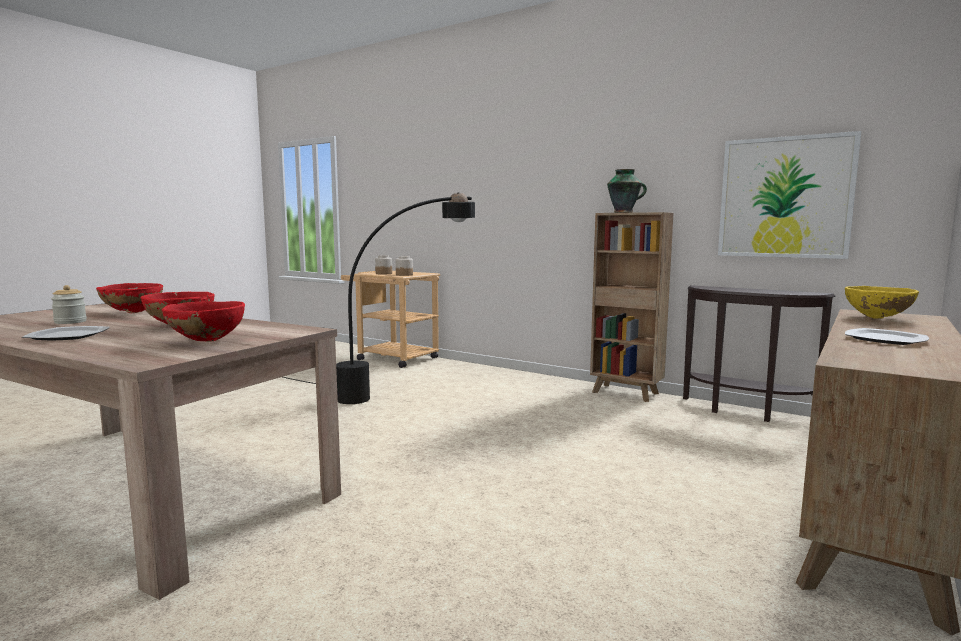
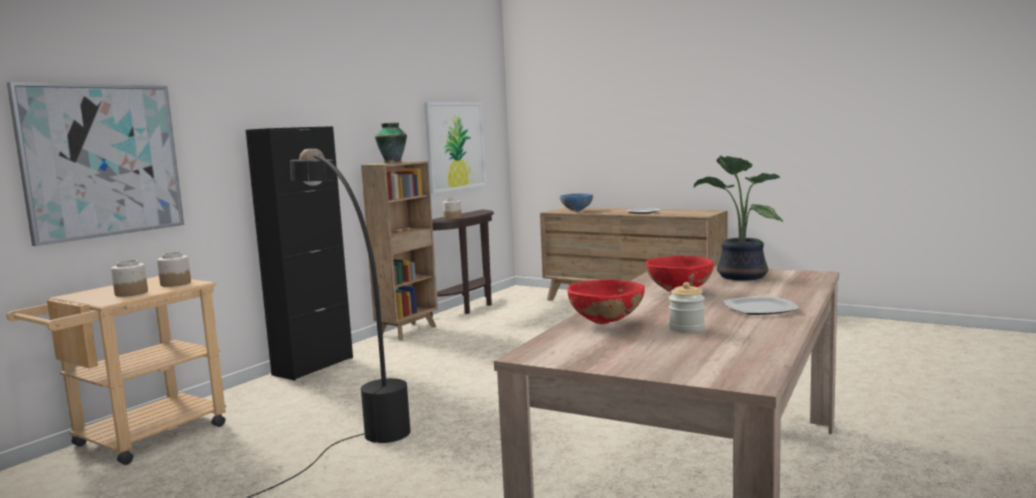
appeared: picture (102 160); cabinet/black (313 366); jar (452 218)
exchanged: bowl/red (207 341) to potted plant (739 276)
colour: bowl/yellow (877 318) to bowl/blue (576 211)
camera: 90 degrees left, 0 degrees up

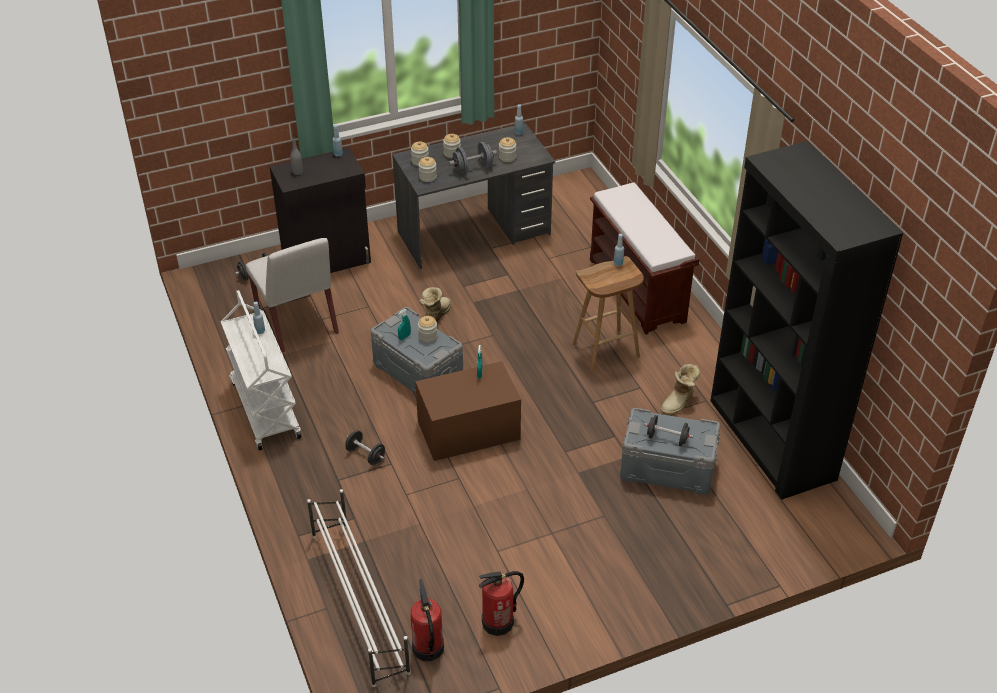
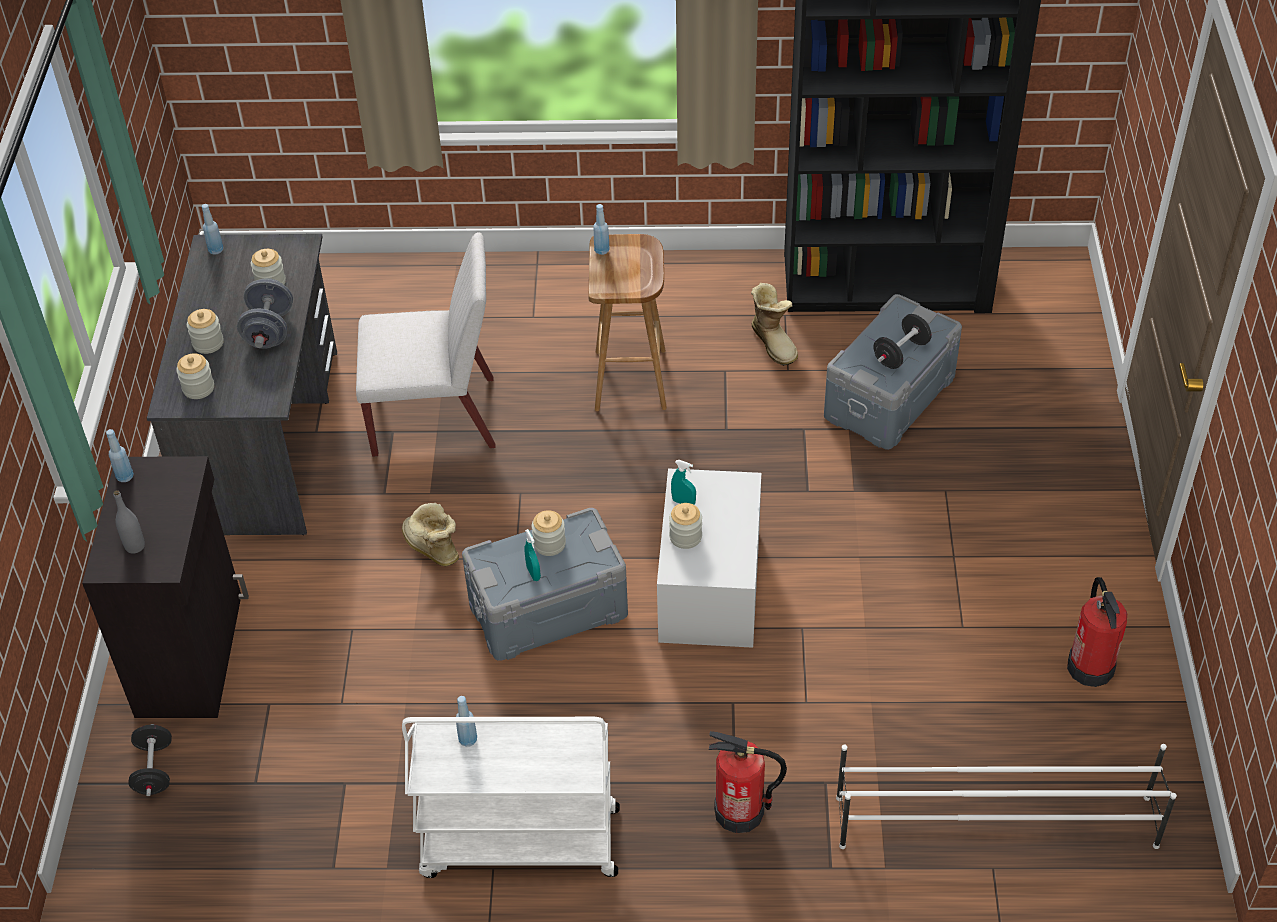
missing: dumbbell/black (366 455); bench/brown (638 291)
relocated: chair/white (297 322) to (436 417); jar (427 177) to (685 537); fire extinguisher (428 648) to (740 812)
colour: storage box/brown (469 430) to storage box/white (709 585)
camera: 65 degrees left, 5 degrees up

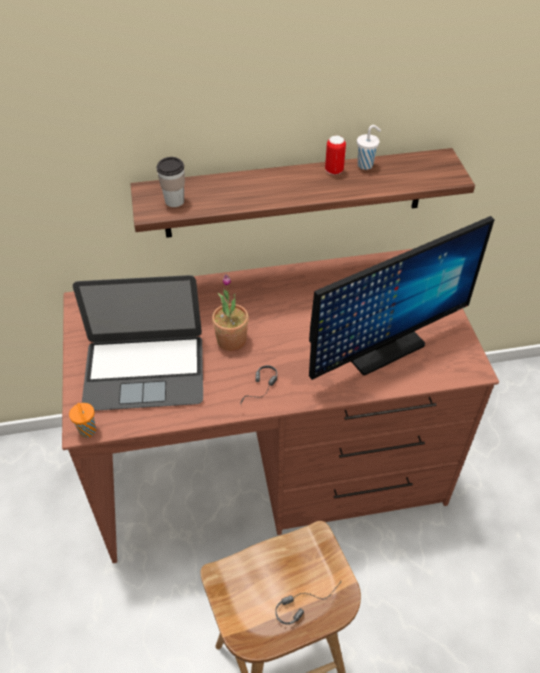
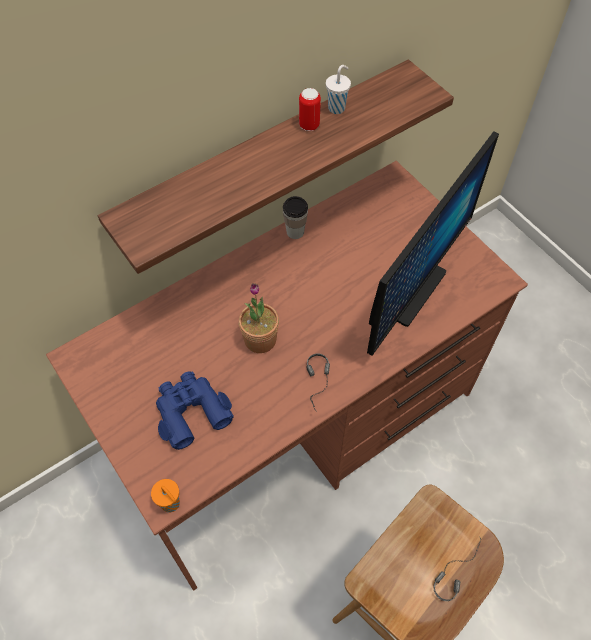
relocated: cup (174 201) to (295 232)
exchanged: laptop (144 371) to binoculars/blue (191 411)
camera: 25 degrees left, 10 degrees up

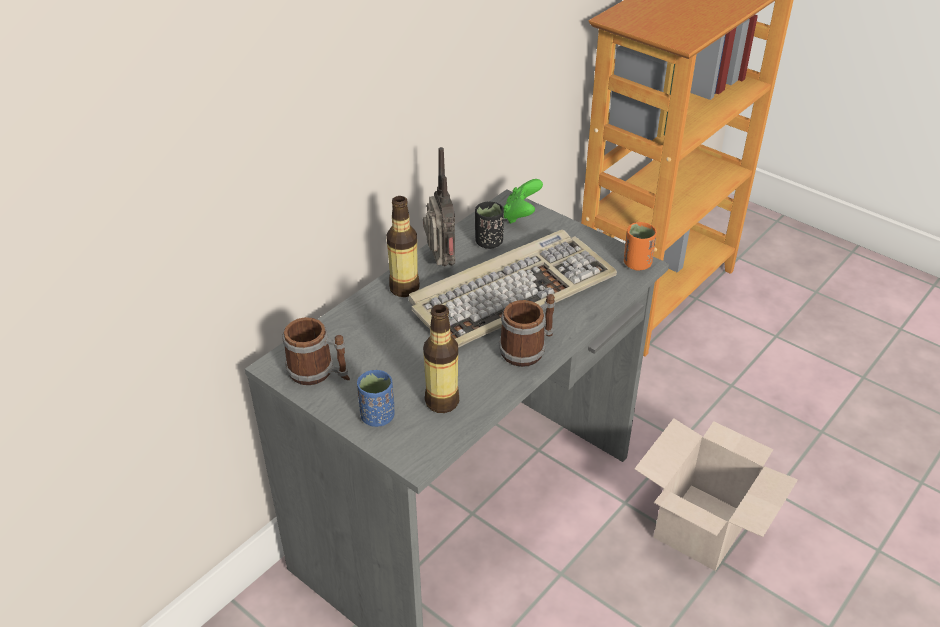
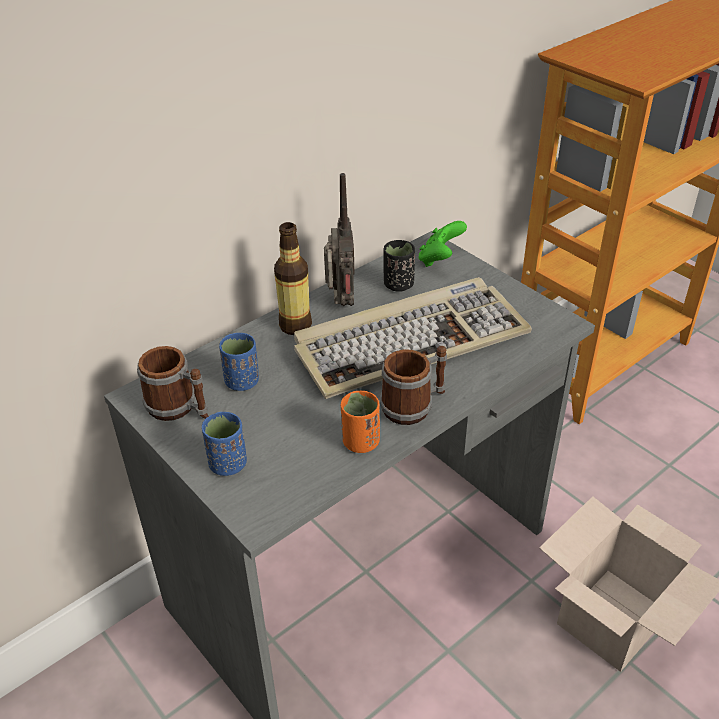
missing: bottle (442 401)
appeared: cup/blue (242 382)
relocated: cup/orange (637 264) to (360 442)
camera: 10 degrees right, 0 degrees up

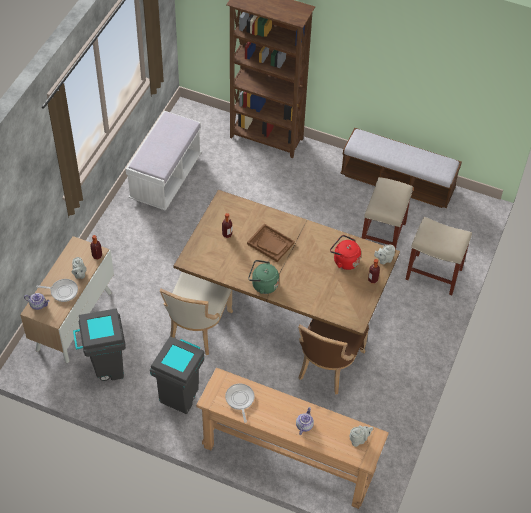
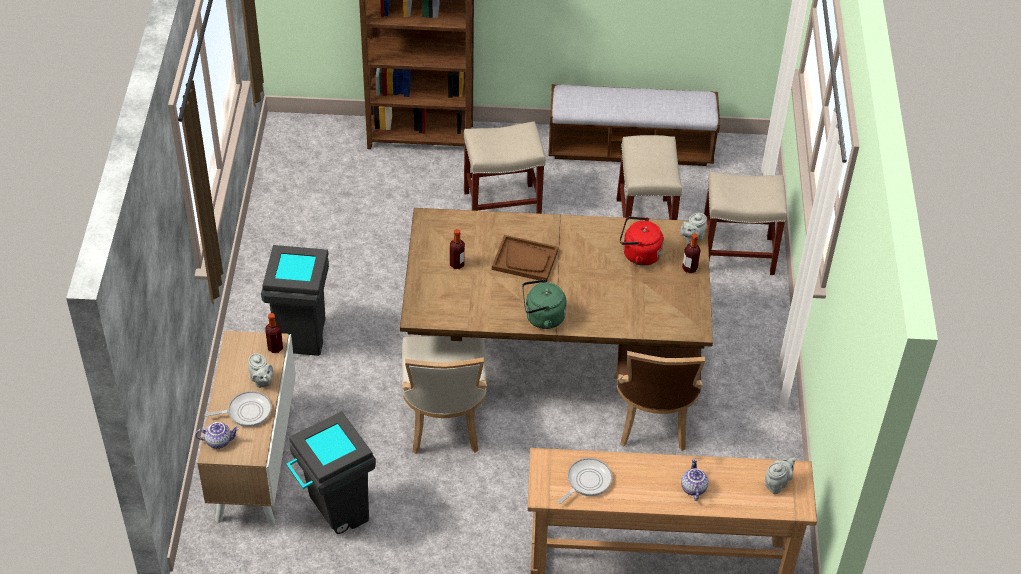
missing: bench/white (166 178)
appeared: stool/beige (503 204)
relocated: trash can/grey (180 396) to (302 337)
spun: frying pan (240 400) = (587 481) 75 degrees clockwise
camera: 20 degrees left, 5 degrees down

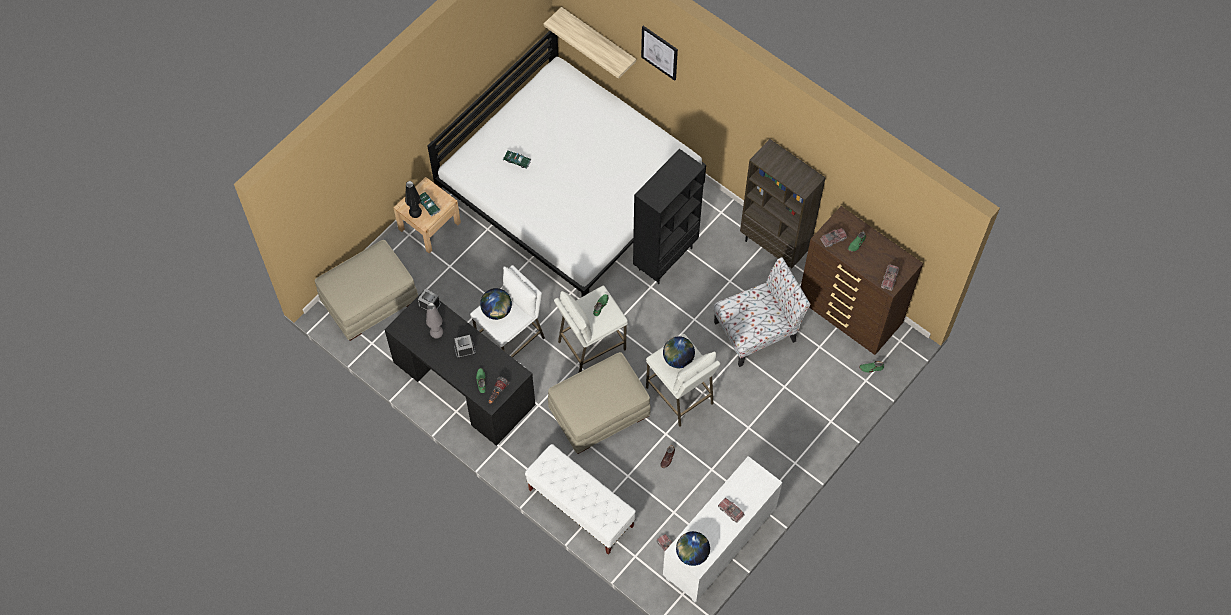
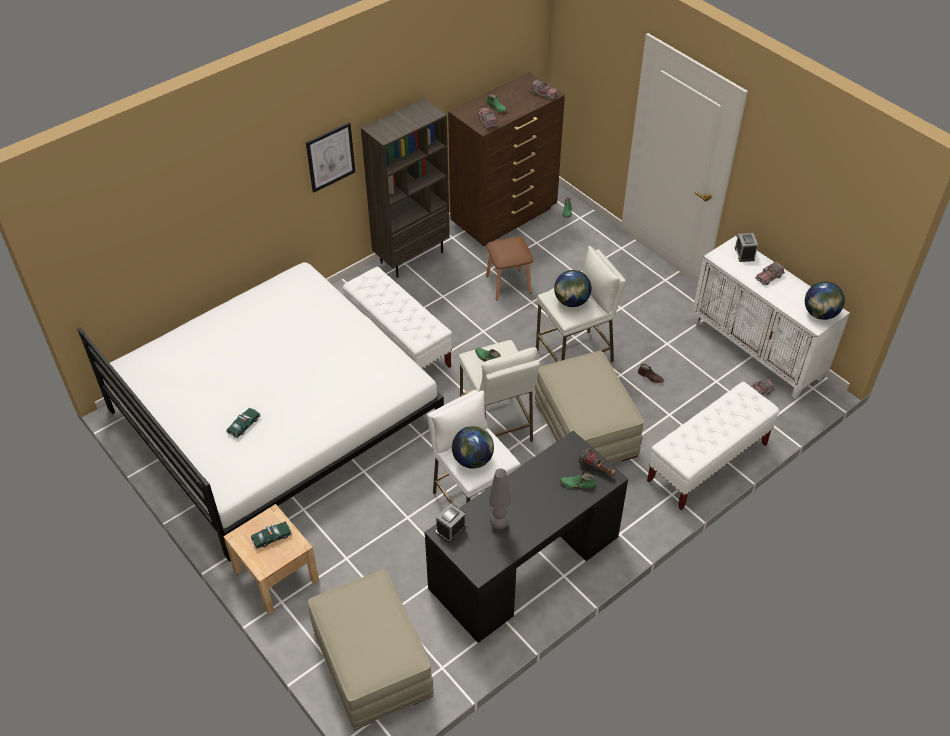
missing: table lamp/black (415 215); shelf (598 39)
relocated: picture (659 52) to (330 157); alarm clock (464 350) to (744 254)
exchanged: bookcase/black (665 258) to bench/white (398 344); chair (757 331) to stool/brown (508 284)
camera: 80 degrees left, 15 degrees down

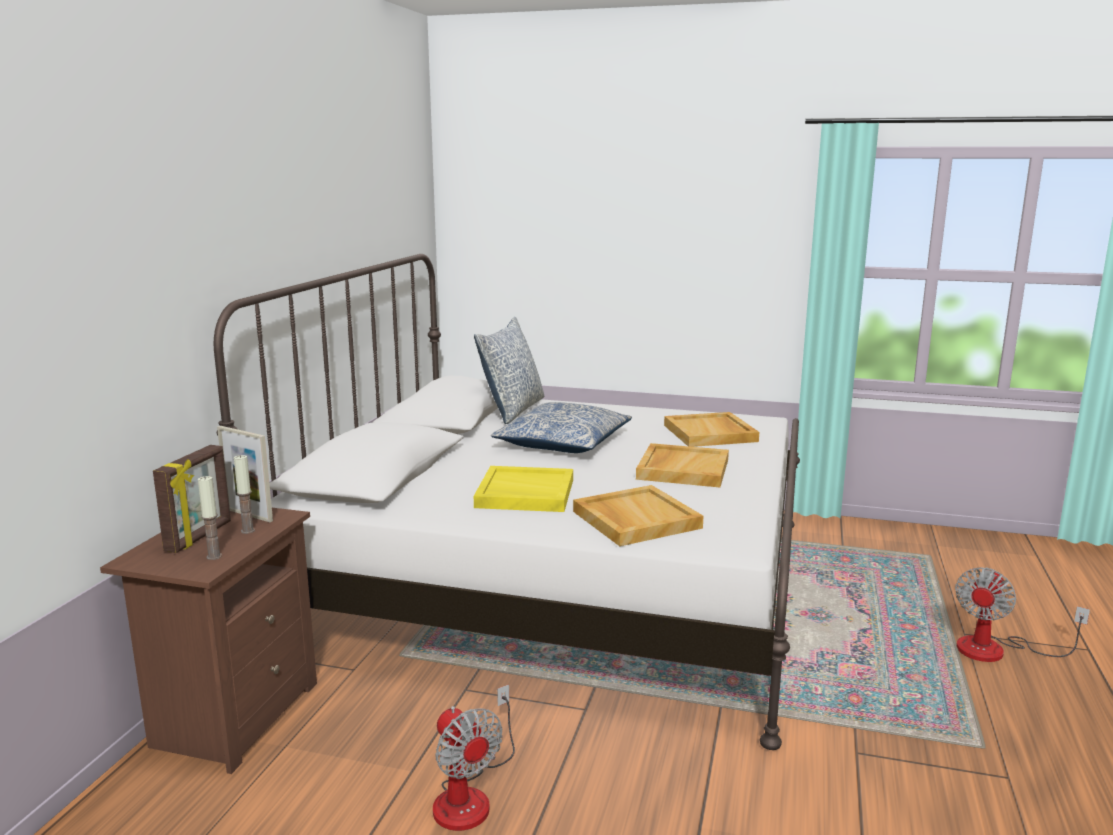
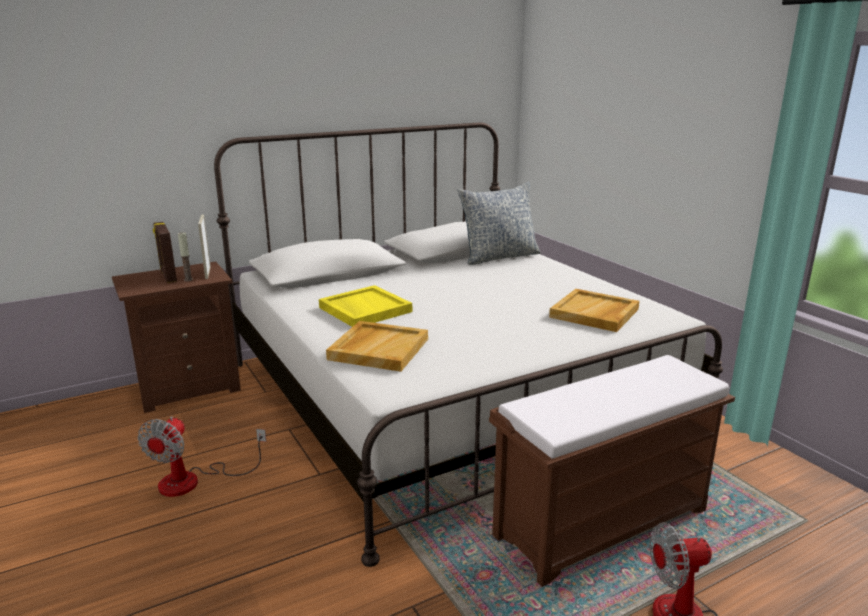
missing: candle (214 556); pillow (563 443); tray/beige (682 469)
appeared: bench/brown (602 522)
spun: picture frame (200 537) = (167 276) 90 degrees clockwise
camera: 45 degrees right, 5 degrees up

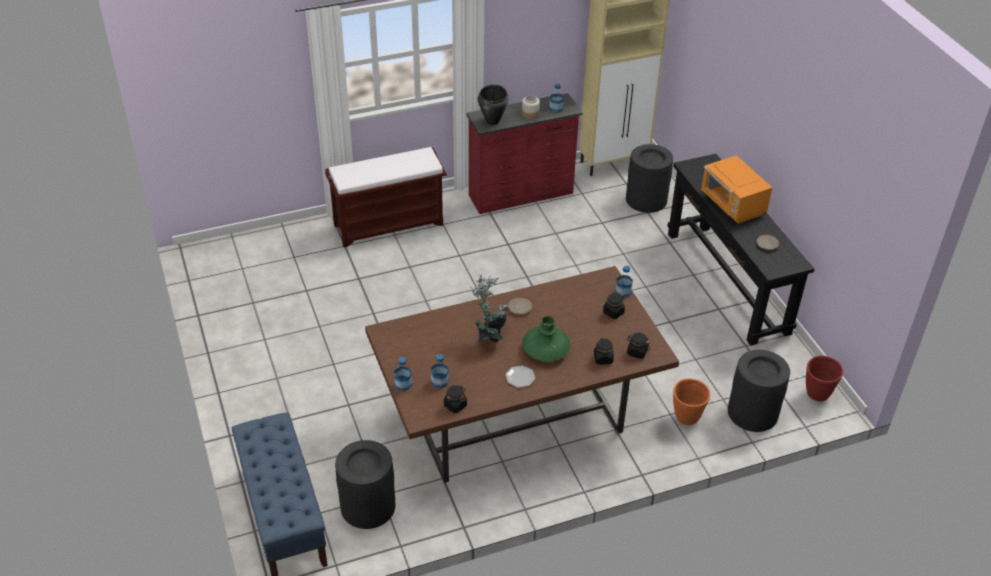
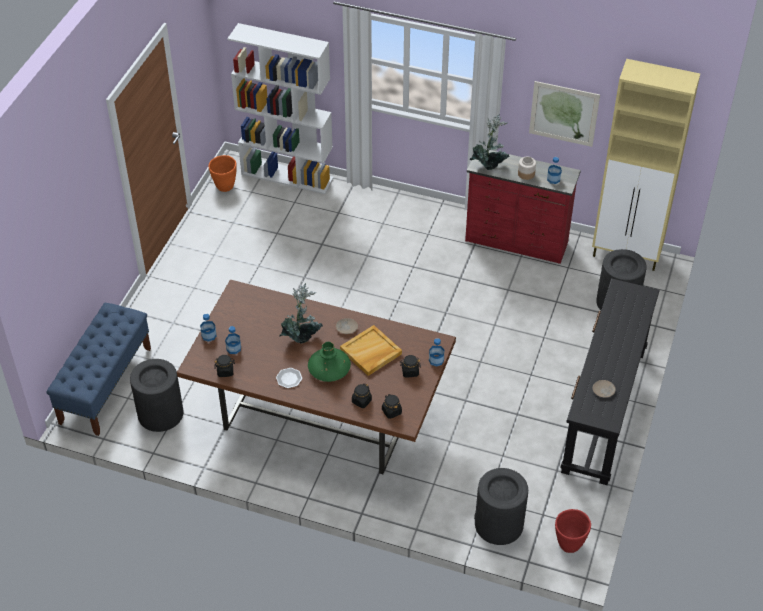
missing: bench/brown (389 224); microwave/orange (732 205)
appeared: bookcase/white (288 176); tray/beige (371 352); picture (564 113)
relocated: planter/orange (686 418) to (224 187)
exchanged: cooking pot/black (493 121) to potted plant (489 165)
camera: 40 degrees right, 5 degrees up

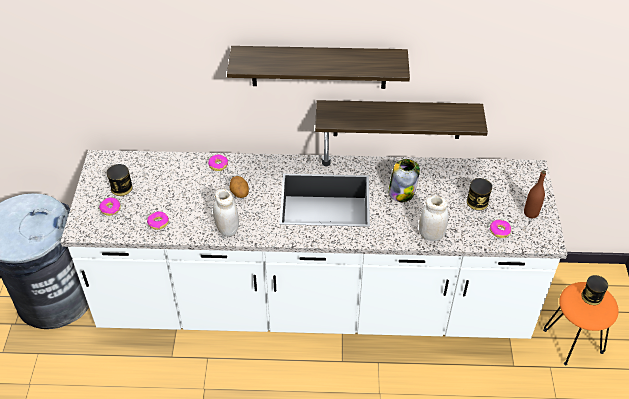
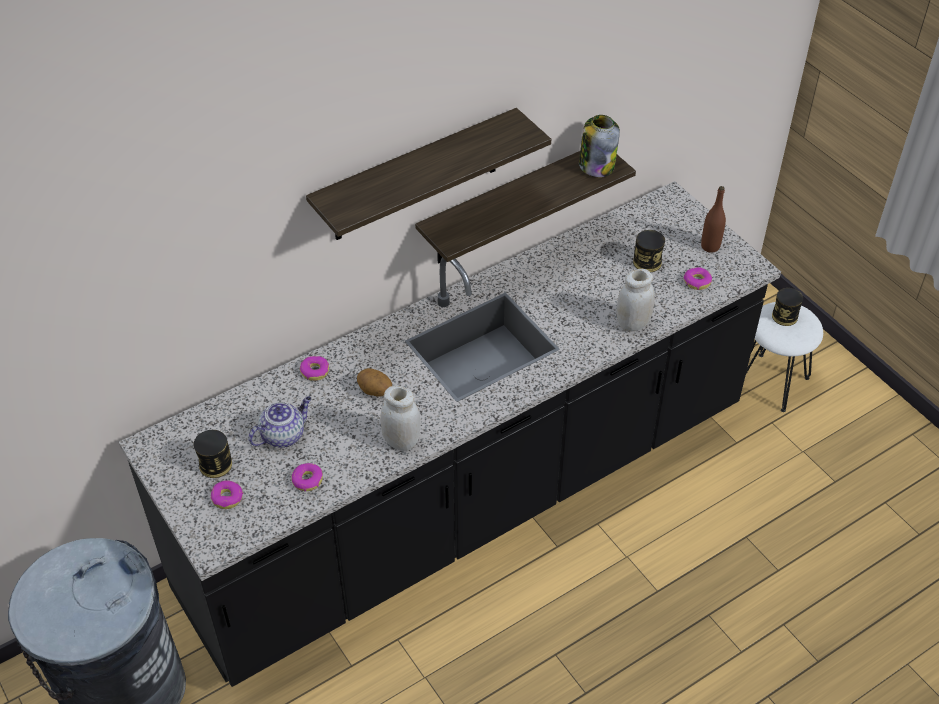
appeared: teapot (283 435)
relocated: jar (401 192) to (596 165)
colour: counter/white (314 303) to counter/black (469 500); stool/orange (573 341) to stool/white (772 381)
camera: 35 degrees left, 0 degrees up

